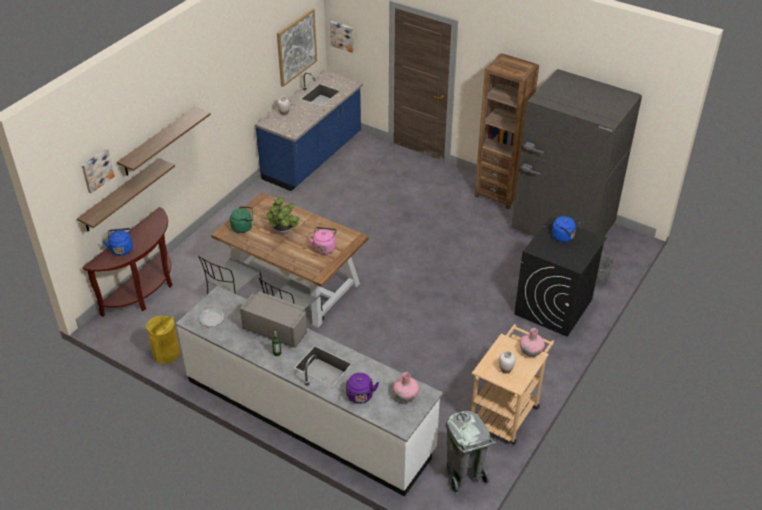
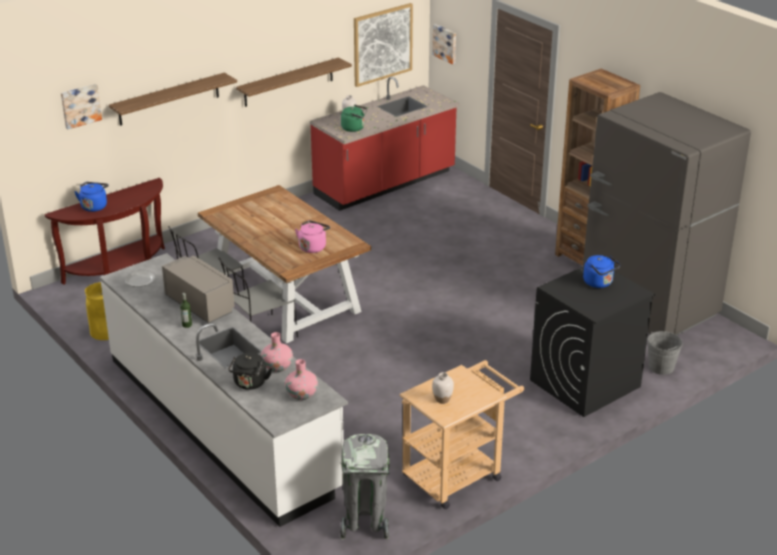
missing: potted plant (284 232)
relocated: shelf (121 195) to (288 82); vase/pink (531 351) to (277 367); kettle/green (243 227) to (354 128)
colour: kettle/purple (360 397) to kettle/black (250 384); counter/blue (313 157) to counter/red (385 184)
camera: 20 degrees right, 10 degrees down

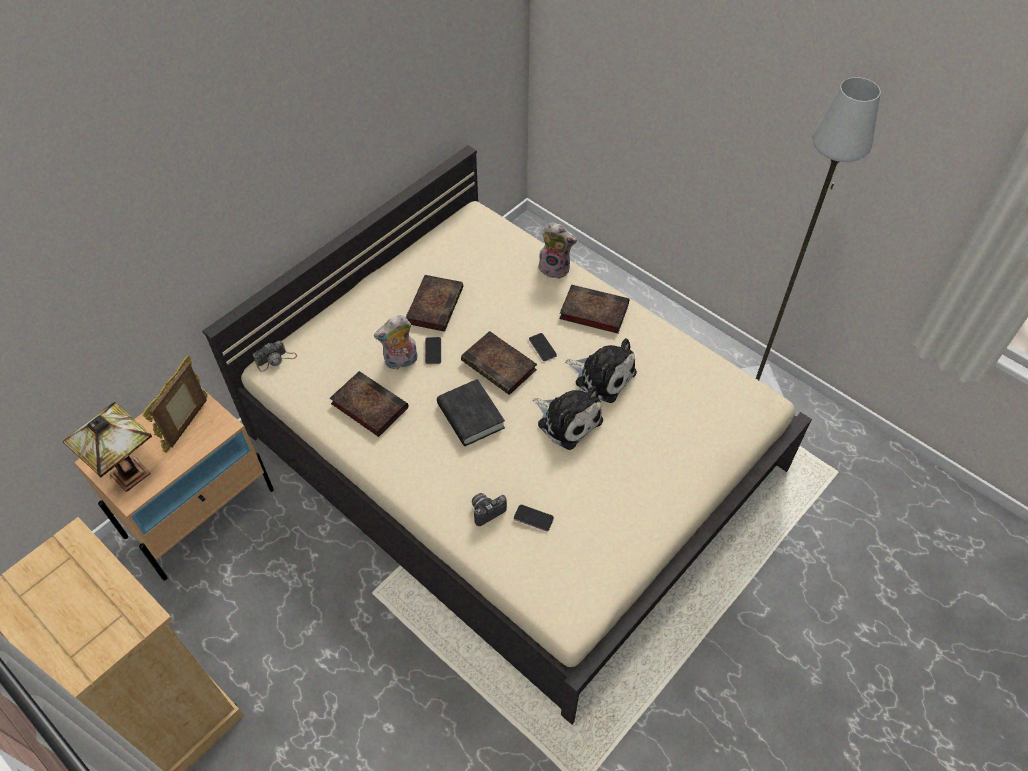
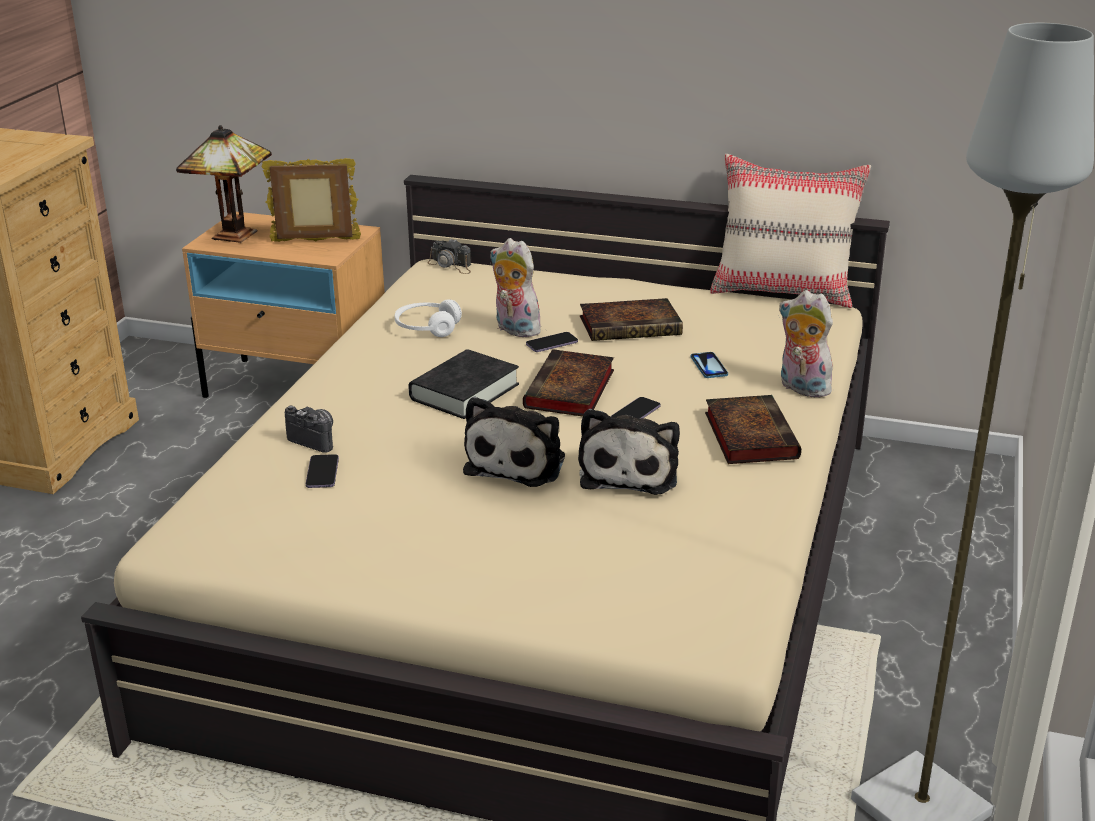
appeared: phone (709 366); pillow/beige (783 292)
exchanged: book (367 405) to headphones/white (427 328)
spun: plush toy (555 268) = (801 388) 135 degrees clockwise
camera: 65 degrees right, 25 degrees down

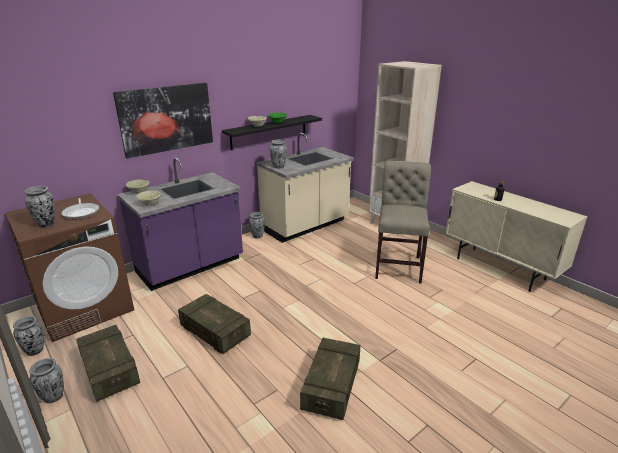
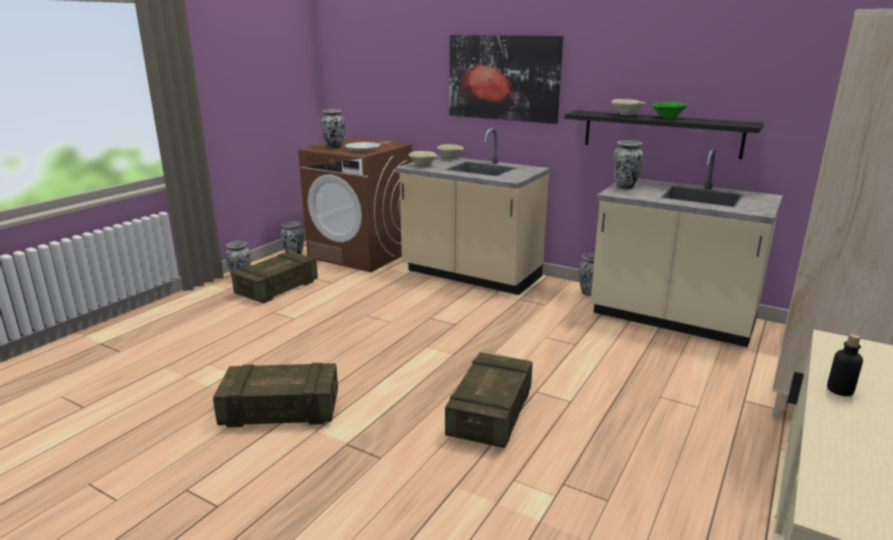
missing: chair/beige (398 265)
relocated: crate (215 332) to (490 414)
colour: counter/purple (191 267) to counter/beige (471 275)
camera: 70 degrees right, 5 degrees down

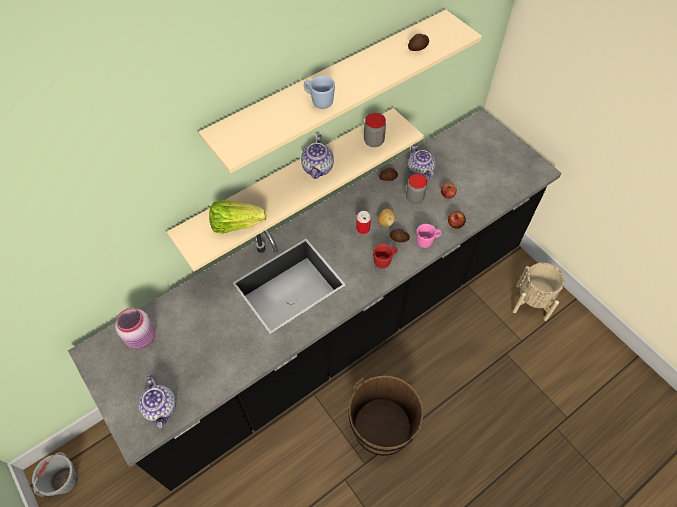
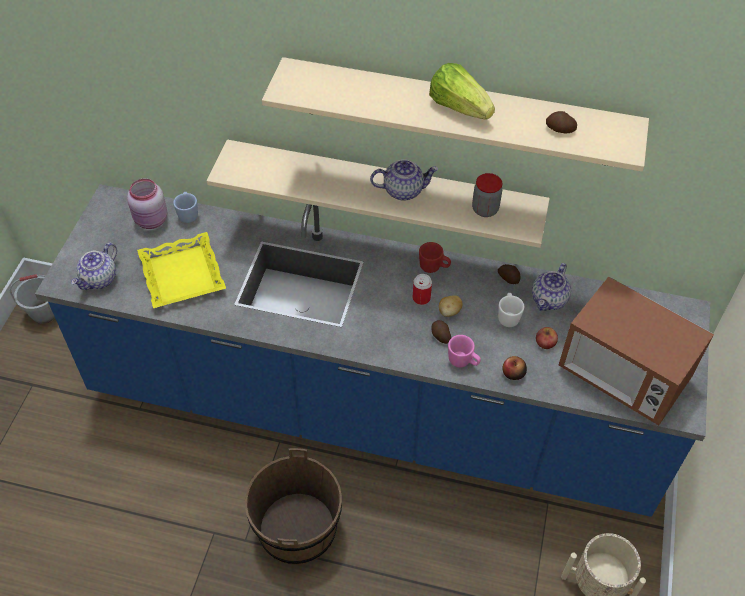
appeared: tray/yellow (183 275); microwave (623 375)
relocated: mug/blue (319 101) to (188 214); mug/red (385 261) to (434 267); lettuce (236 224) to (459 107)
exchanged: jar (414 197) to mug/white (508 316)
colour: counter/black (338 328) to counter/blue (371 411)
spun: teapot (318 168) = (403 190) 150 degrees counterclockwise
camera: 50 degrees right, 5 degrees down

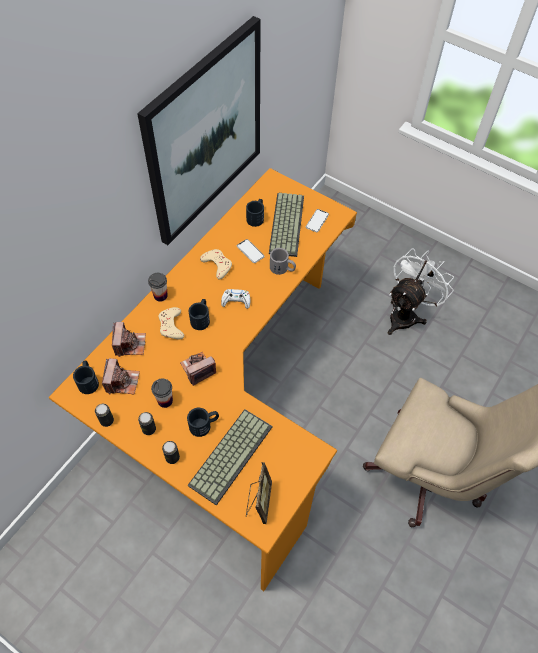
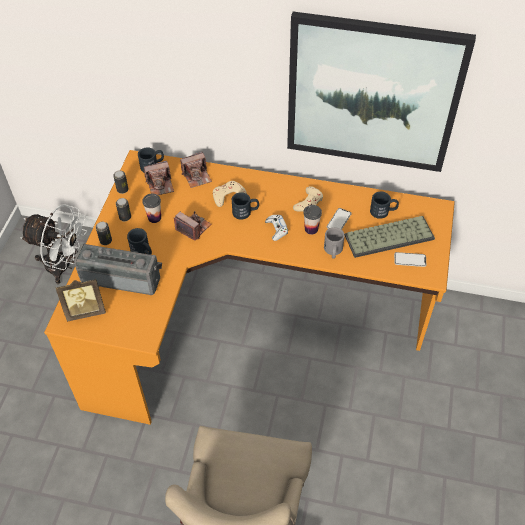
relocated: fan/white (406 314) to (64 267); cup (160 295) to (311 229)
exchanged: keyboard (230 454) to radio (122 277)
camera: 70 degrees right, 5 degrees down

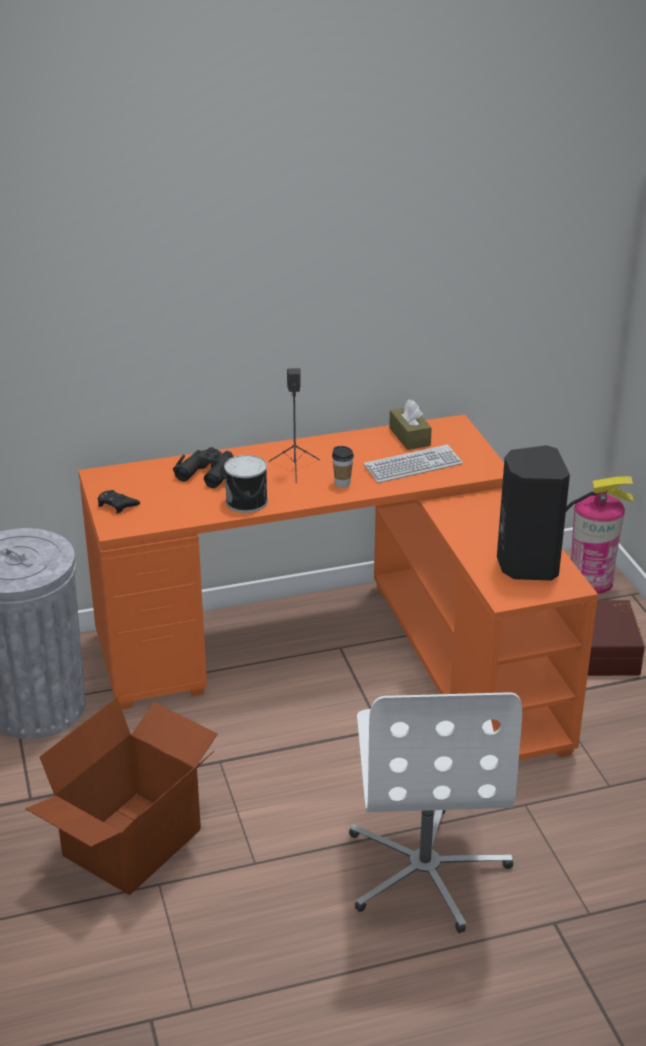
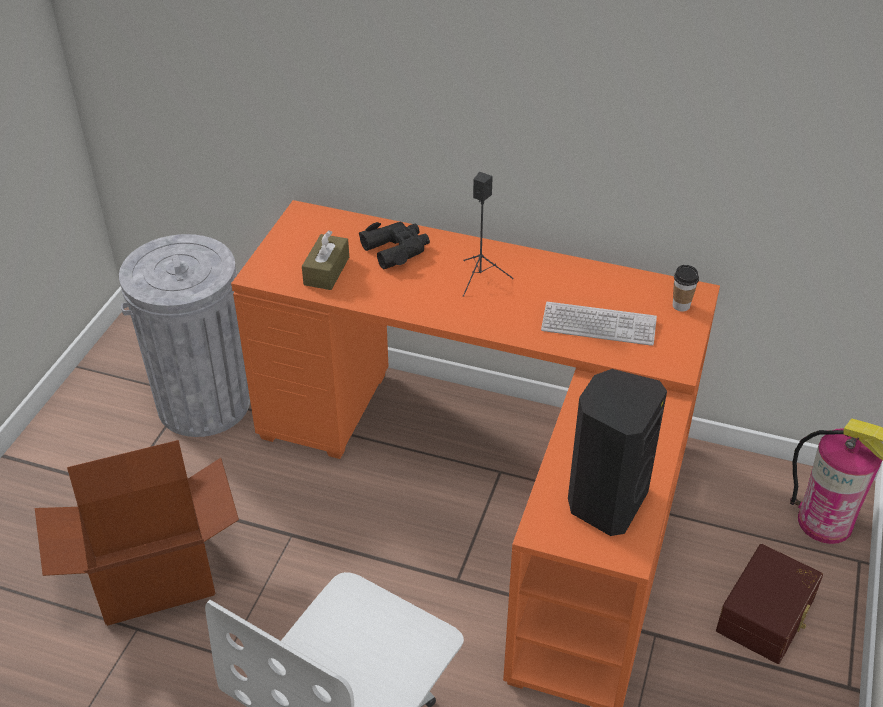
missing: game controller/black (117 505); can (248 501)
relocated: tissue box/brown (409 437) to (326 271); cup (342 484) to (681 306)
camera: 35 degrees right, 10 degrees up

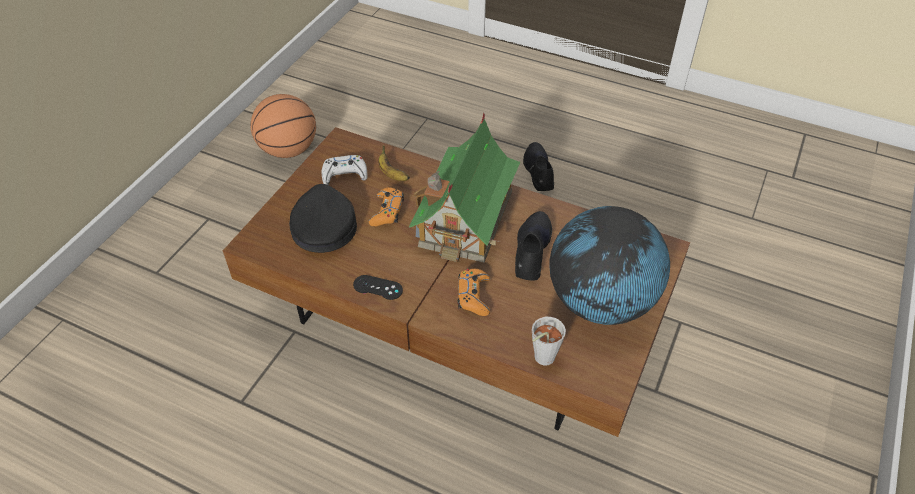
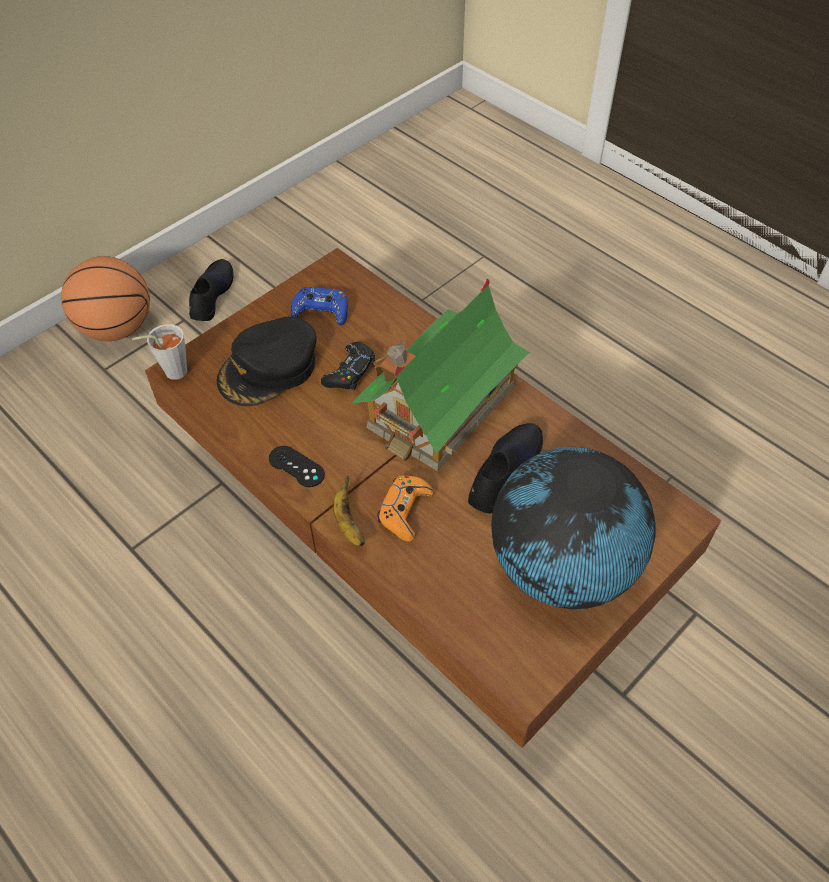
relocated: basketball (288 150) to (117 328); cup/grey (540 359) to (170 372); shoe/black (538 171) to (211 295); banana (392 174) to (348 523)
colour: game controller/white (344 174) to game controller/blue (321 311); game controller/orange (387 211) to game controller/black (349 372)
spun: cap/black (323 224) = (269 369) 150 degrees counterclockwise
camera: 20 degrees right, 5 degrees up

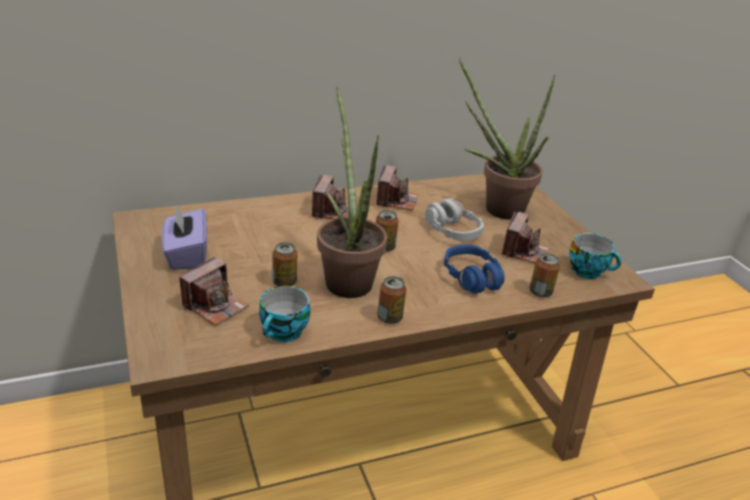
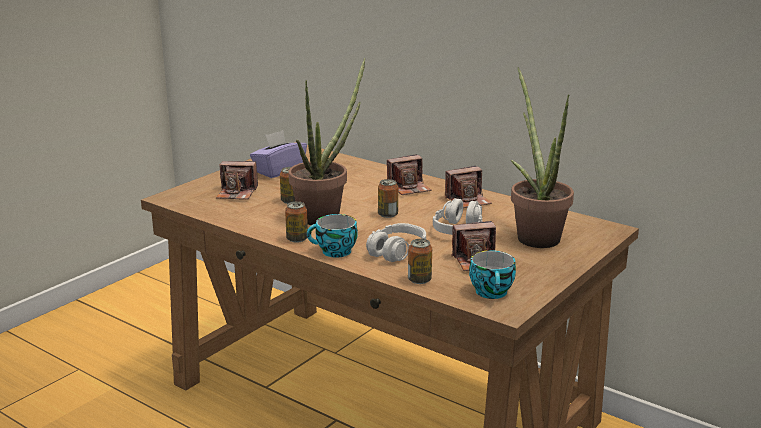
relocated: cup (284 333) to (334 252)
colour: headphones/blue (472 278) to headphones/grey (396 251)
camera: 60 degrees right, 10 degrees down

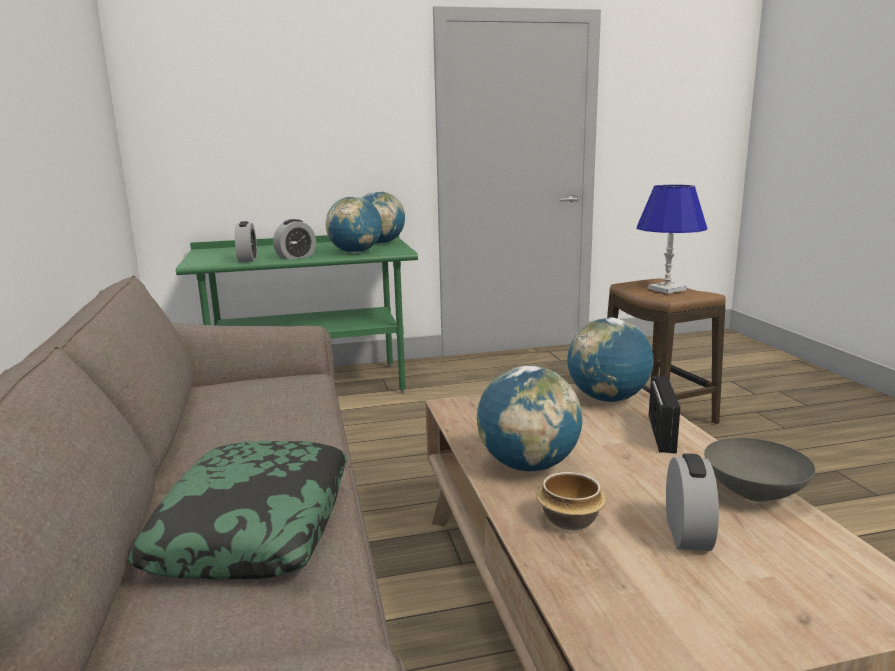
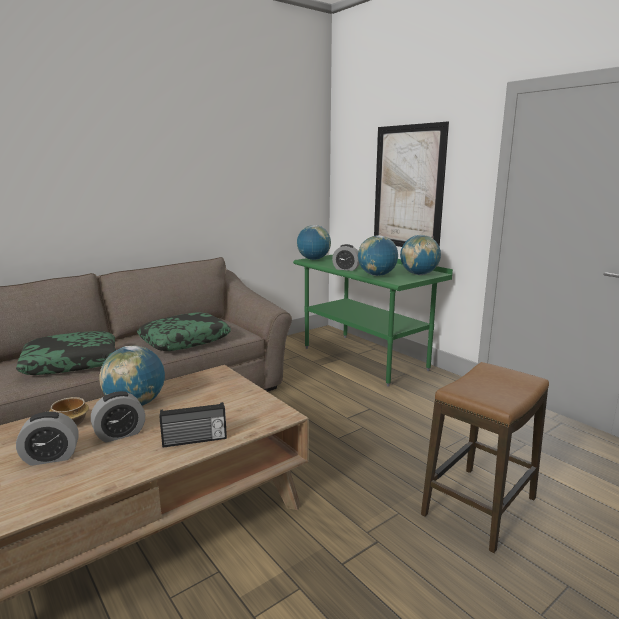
missing: table lamp/blue (666 289); bowl/grey (755 493)
appeared: pillow (185 340); picture (408 187)
relocated: alarm clock (247 259) to (120 434); globe (607 399) to (313 259)
camera: 65 degrees right, 0 degrees up

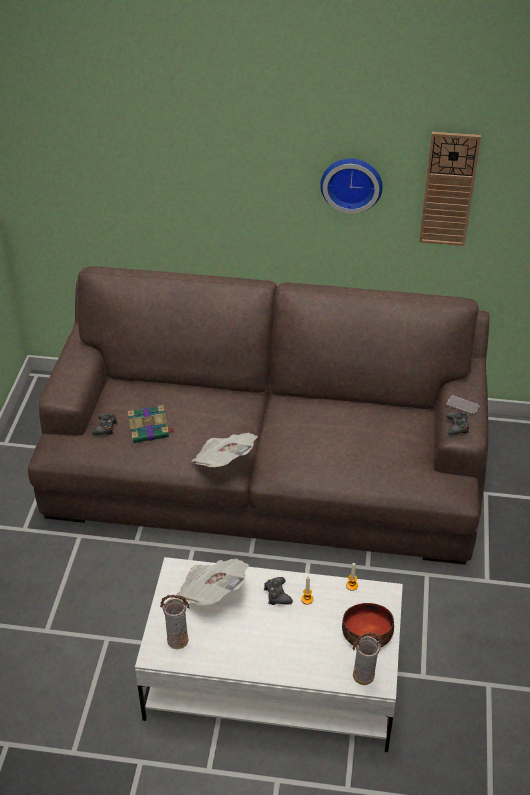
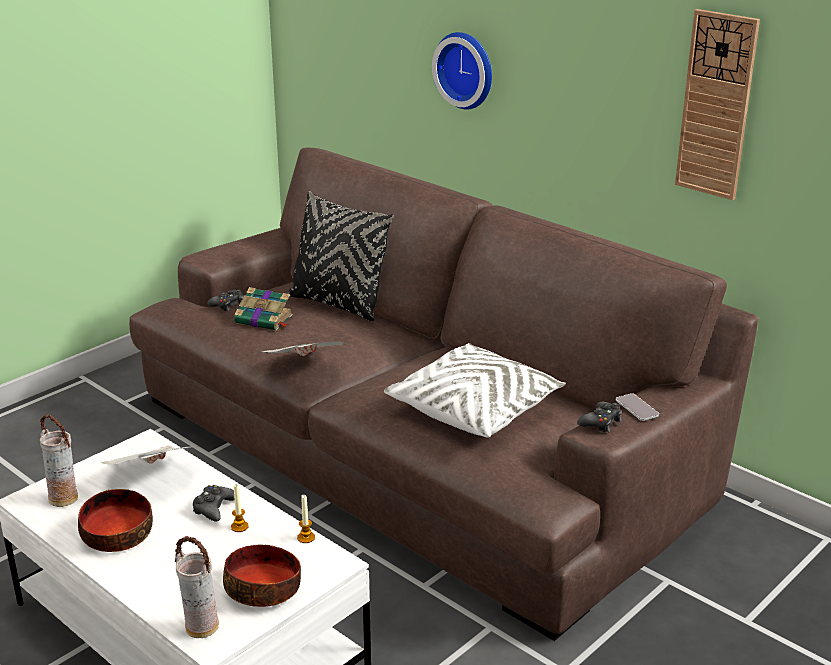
appeared: bowl (116 534); pillow/black (338 304); pillow/white (475 409)
relocated: wall clock (351 183) to (466 69)
camera: 35 degrees right, 15 degrees down

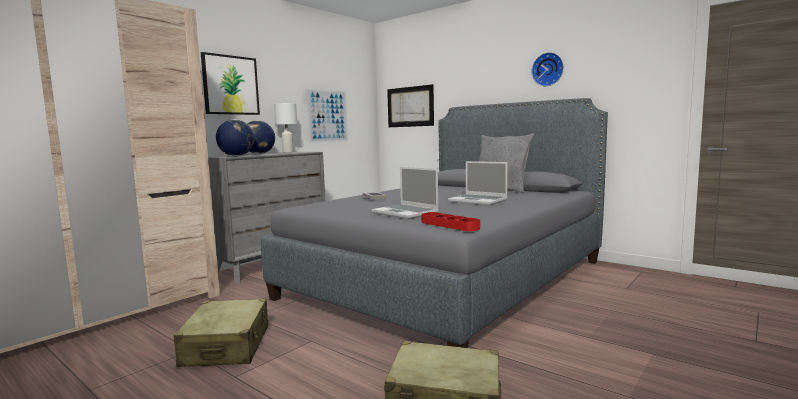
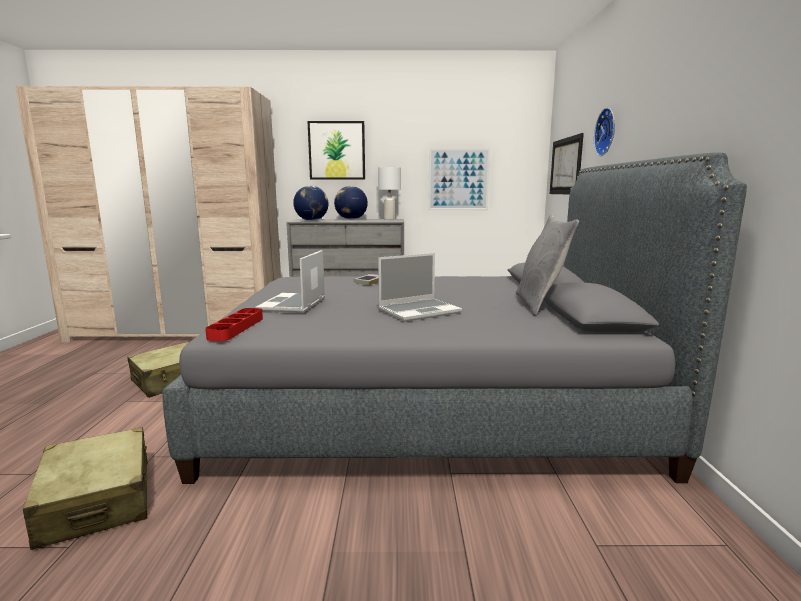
relocated: wall clock (548 69) to (607 132)
spun: laptop (478 201) = (419 311) 120 degrees counterclockwise
camera: 50 degrees right, 5 degrees up

